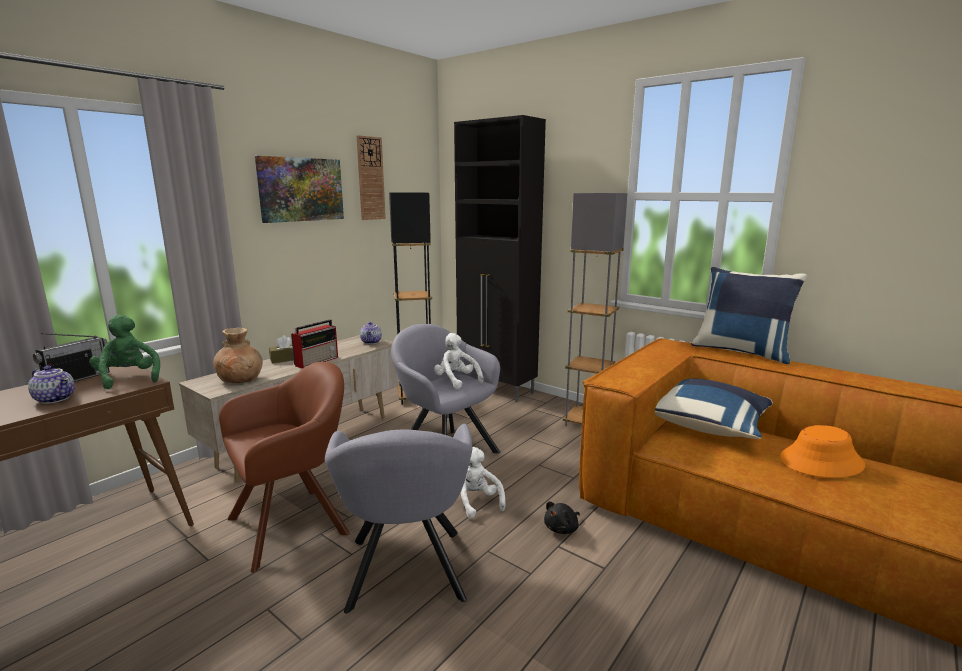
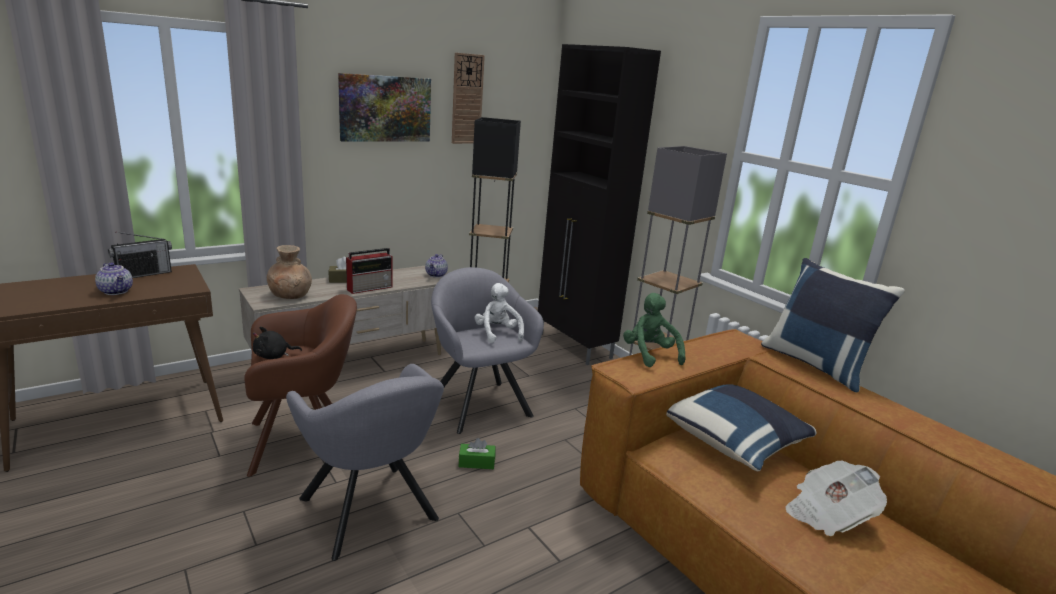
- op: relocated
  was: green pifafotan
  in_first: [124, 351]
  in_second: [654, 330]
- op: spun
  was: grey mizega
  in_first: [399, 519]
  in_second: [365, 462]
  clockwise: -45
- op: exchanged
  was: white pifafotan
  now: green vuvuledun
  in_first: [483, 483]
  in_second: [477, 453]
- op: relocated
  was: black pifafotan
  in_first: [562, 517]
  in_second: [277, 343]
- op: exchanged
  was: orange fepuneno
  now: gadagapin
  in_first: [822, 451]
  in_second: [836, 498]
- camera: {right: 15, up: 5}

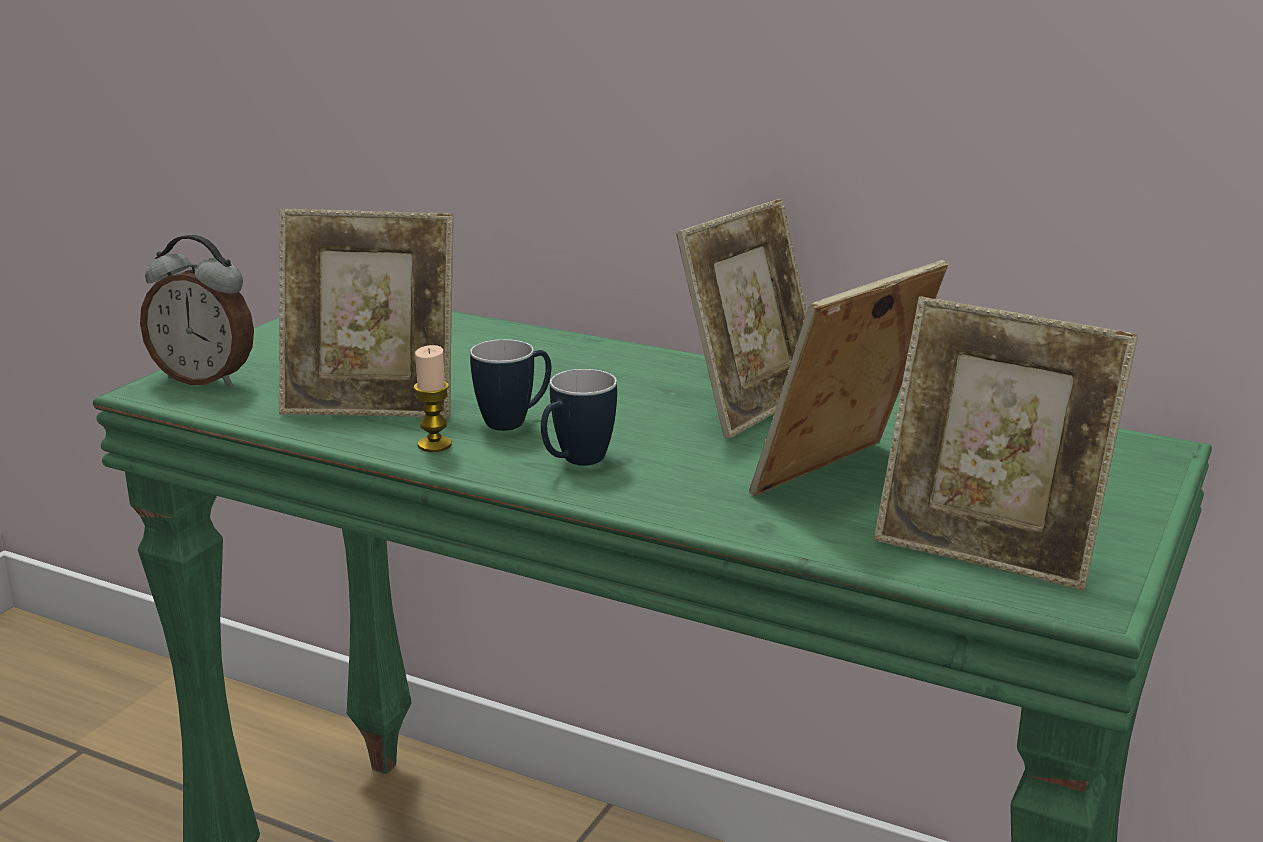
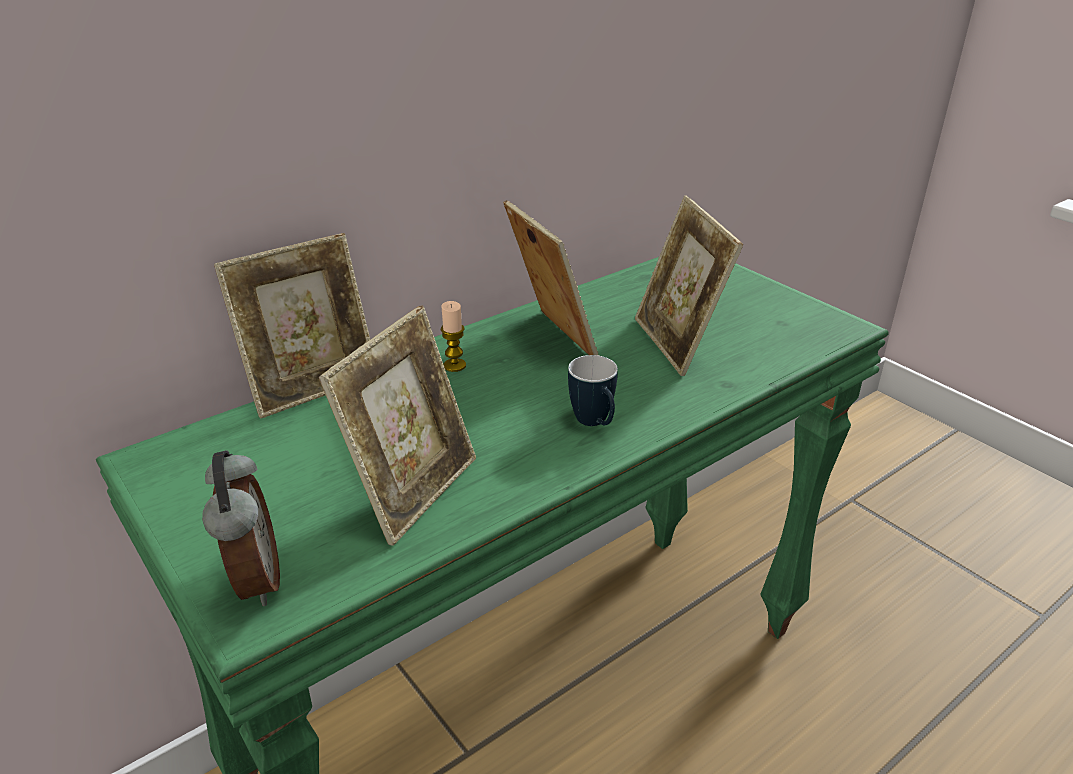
- op: spun
  was: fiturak
  in_first: [197, 311]
  in_second: [241, 528]
  clockwise: -60
- op: relocated
  was: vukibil
  in_first: [433, 398]
  in_second: [453, 336]
- op: missing
  was: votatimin
  in_first: [510, 385]
- op: relocated
  was: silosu
  in_first: [1006, 443]
  in_second: [292, 325]
- camera: {right: -65, up: 10}

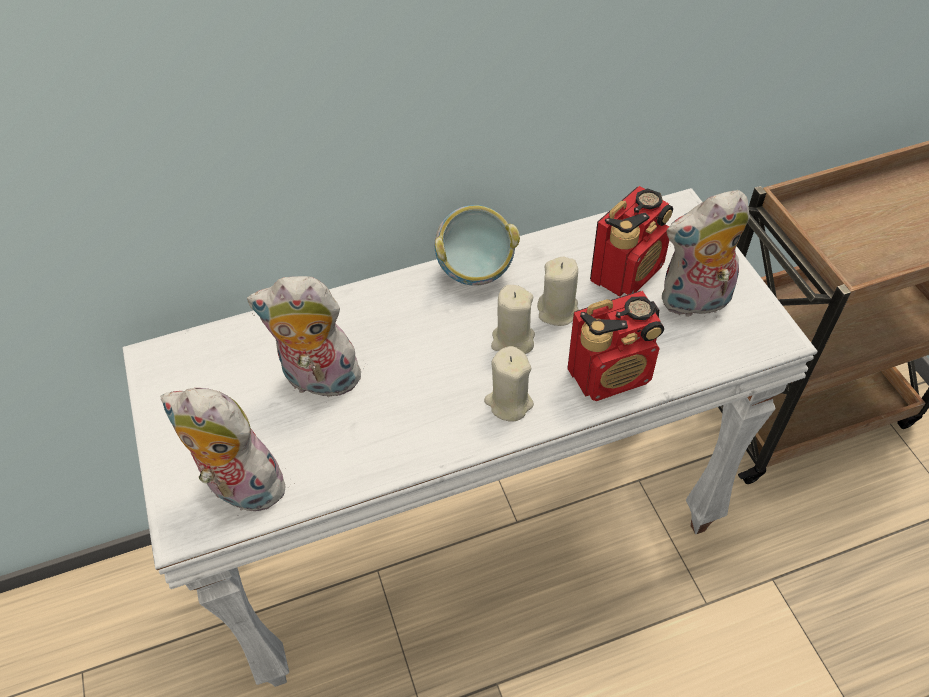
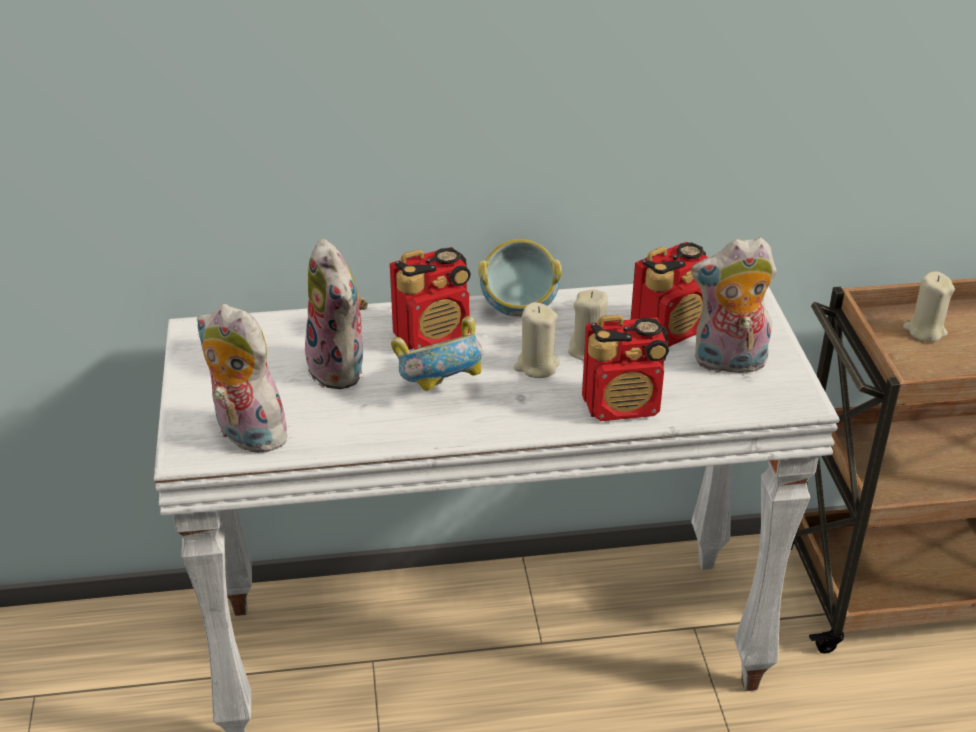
- op: spun
  was: pifafotan
  in_first: [307, 336]
  in_second: [335, 314]
  clockwise: -135
- op: relocated
  was: beige vukibil
  in_first: [509, 384]
  in_second: [929, 307]
- op: appeared
  now: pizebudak
  in_second: [430, 298]
- op: appeared
  now: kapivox
  in_second: [437, 353]
- camera: {right: 10, up: -15}

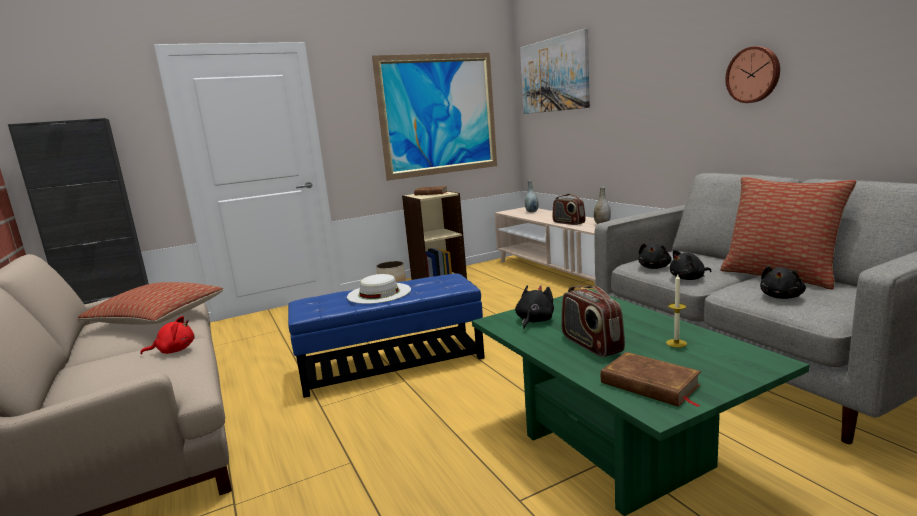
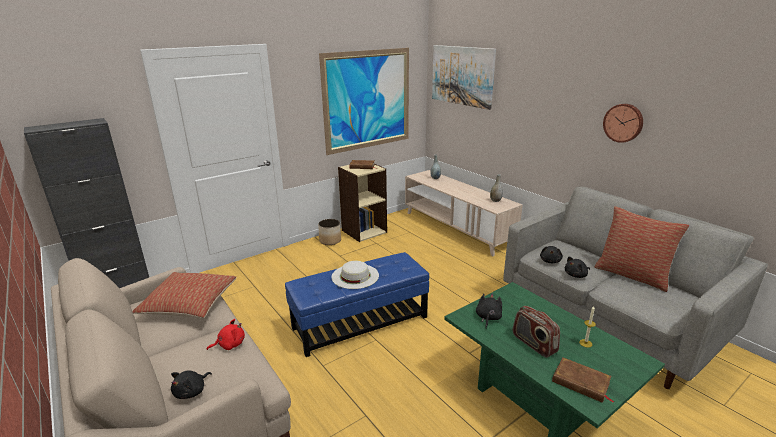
- op: missing
  was: pizebudak
  in_first: [569, 209]
- op: relocated
  was: black pifafotan
  in_first: [783, 282]
  in_second: [191, 384]
- camera: {right: -10, up: 10}

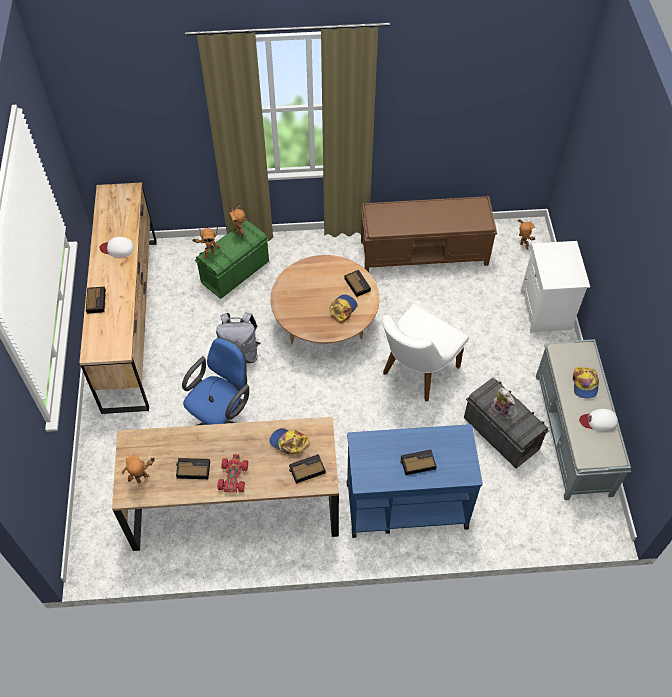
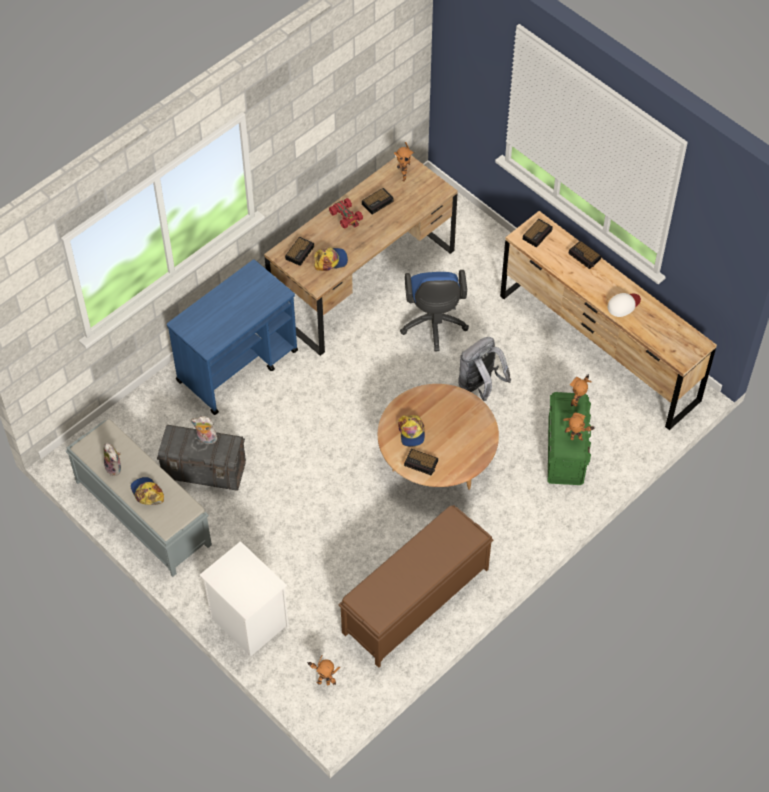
- op: missing
  was: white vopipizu
  in_first: [425, 352]
- op: relocated
  was: fiturak
  in_first: [418, 462]
  in_second: [538, 233]
- op: exchanged
  was: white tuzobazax
  now: pifafotan
  in_first: [598, 420]
  in_second: [112, 459]
- camera: {right: 140, up: 0}

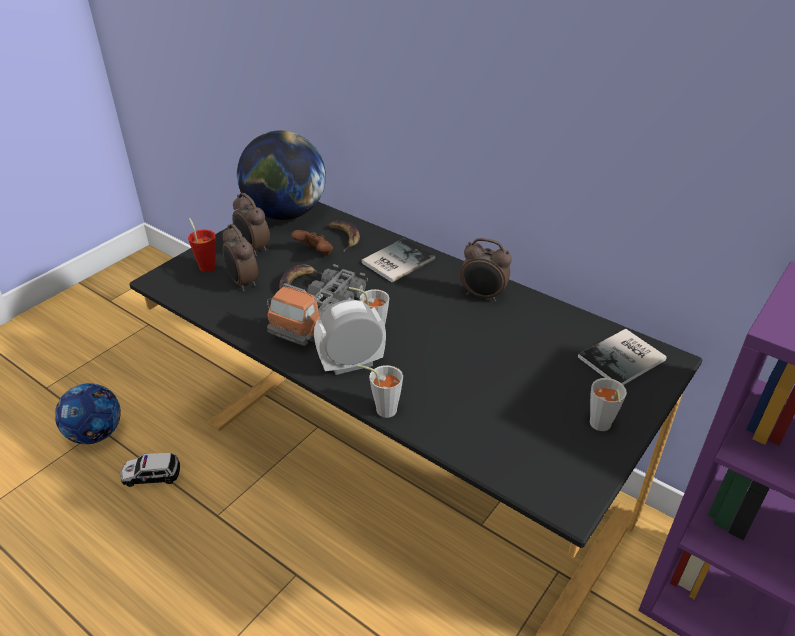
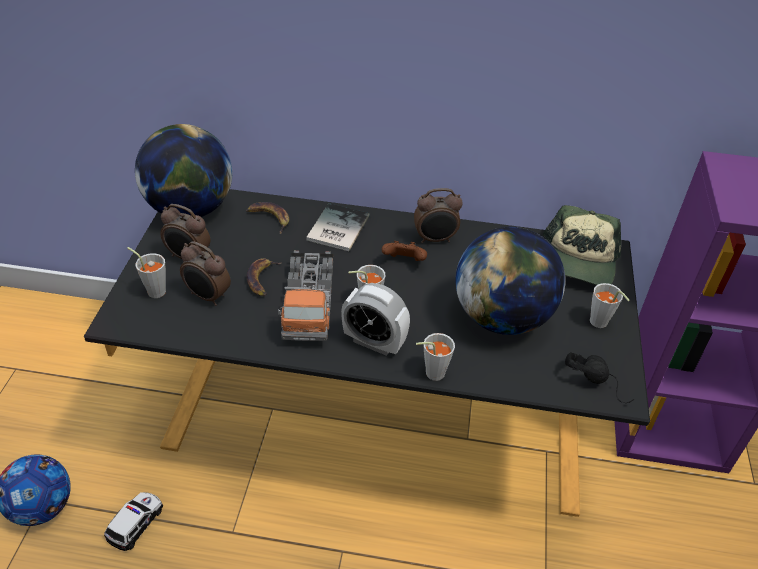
- op: spun
  was: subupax
  in_first: [150, 470]
  in_second: [133, 521]
  clockwise: 150
- op: colour
  was: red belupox
  now: grey belupox
  in_first: [202, 245]
  in_second: [146, 272]
- op: relocated
  was: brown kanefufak
  in_first: [312, 242]
  in_second: [404, 251]
- op: spun
  was: fiturak
  in_first: [350, 337]
  in_second: [375, 319]
  clockwise: -105
- op: exchanged
  was: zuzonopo
  now: tuzobazax
  in_first: [622, 357]
  in_second: [582, 245]
- op: appeared
  now: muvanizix
  in_second: [510, 281]
- op: appeared
  now: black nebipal
  in_second: [599, 377]
- camera: {right: -30, up: 5}

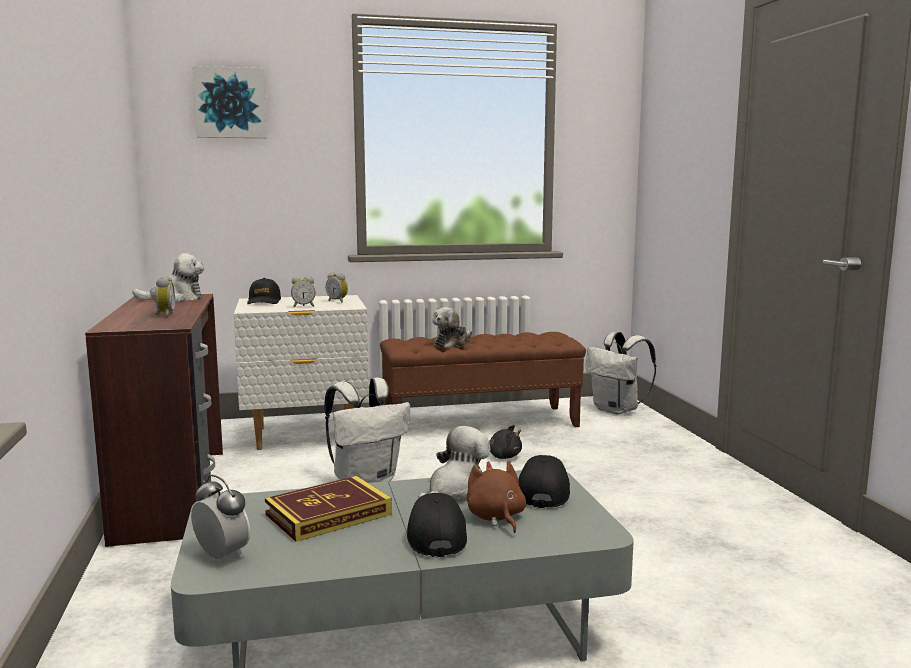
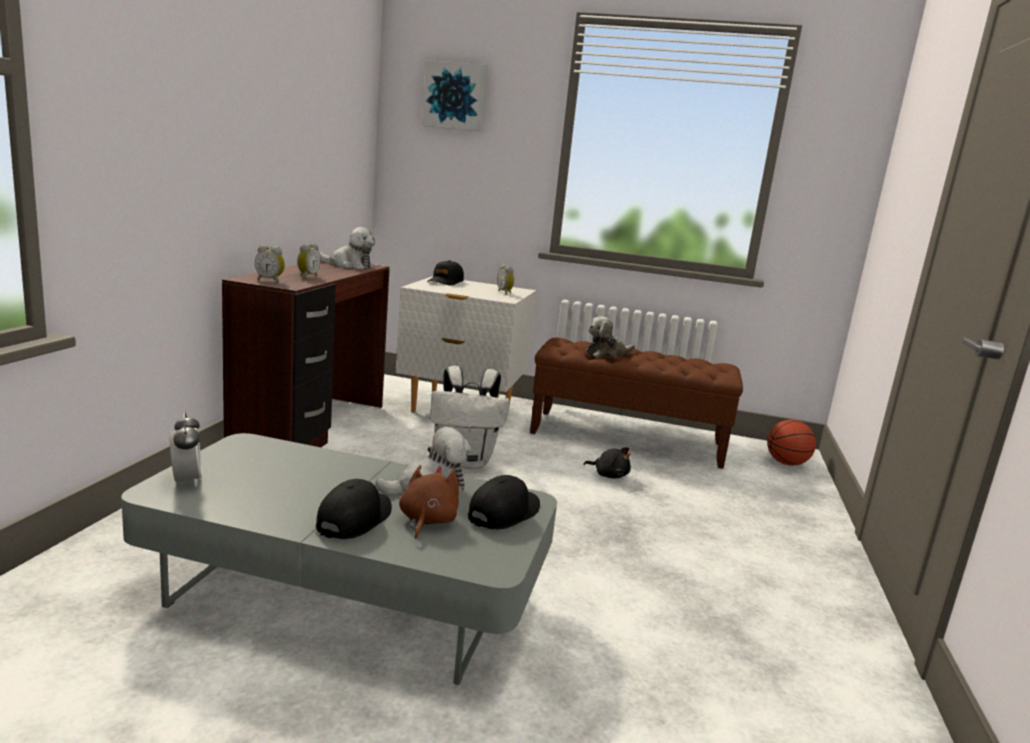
- op: missing
  was: zuzonopo
  in_first: [328, 509]
- op: relocated
  was: fiturak
  in_first: [303, 291]
  in_second: [270, 263]
- op: exchanged
  was: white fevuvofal
  now: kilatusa
  in_first: [620, 373]
  in_second: [791, 443]
- camera: {right: 25, up: 5}

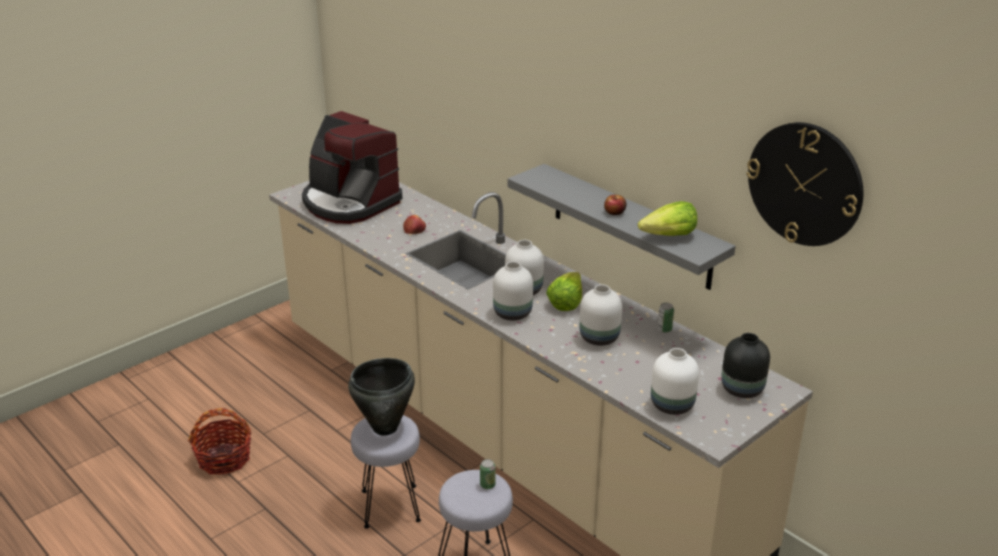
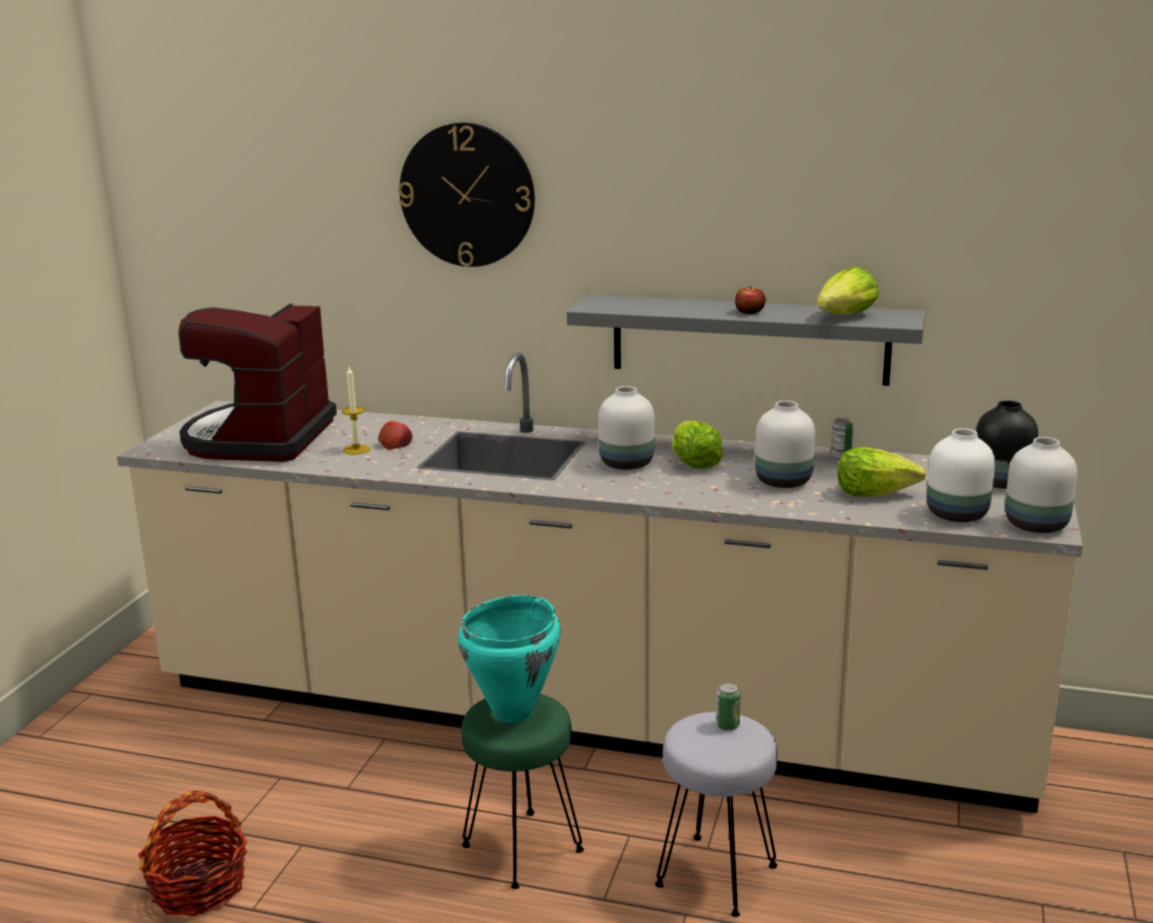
- op: spun
  was: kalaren
  in_first: [352, 167]
  in_second: [257, 383]
  clockwise: 90
- op: colour
  was: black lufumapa
  now: turquoise lufumapa
  in_first: [381, 397]
  in_second: [509, 658]
- op: colour
  was: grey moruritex
  now: green moruritex
  in_first: [386, 472]
  in_second: [522, 791]
- op: relocated
  was: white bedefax
  in_first: [513, 291]
  in_second: [1041, 485]
- op: relocated
  was: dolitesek
  in_first: [804, 184]
  in_second: [466, 195]
- op: appeared
  now: vukibil
  in_second: [355, 410]
- op: appeared
  now: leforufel
  in_second: [882, 472]
- camera: {right: -30, up: -10}

